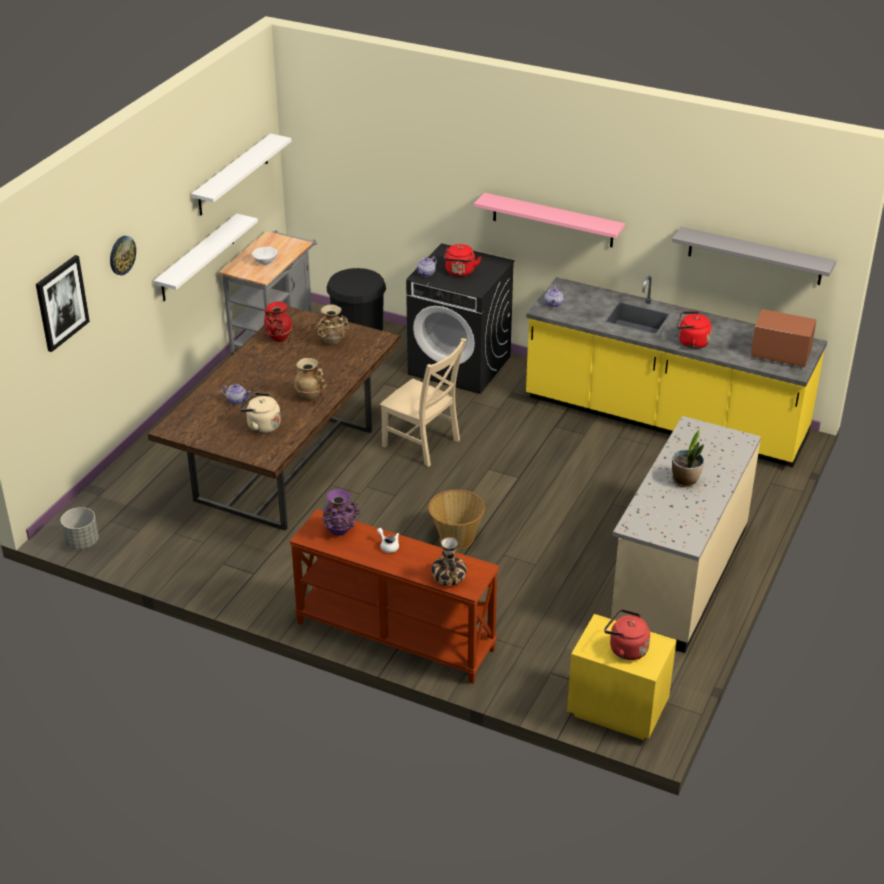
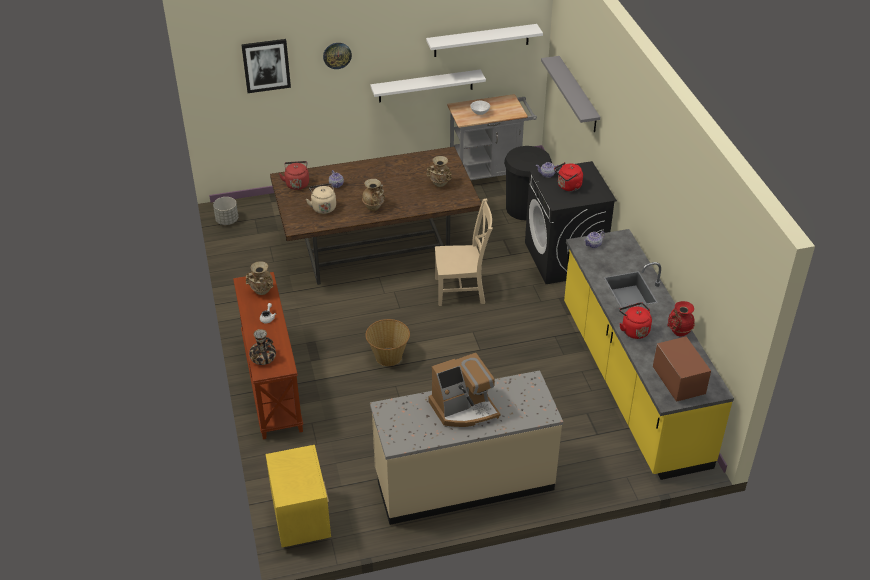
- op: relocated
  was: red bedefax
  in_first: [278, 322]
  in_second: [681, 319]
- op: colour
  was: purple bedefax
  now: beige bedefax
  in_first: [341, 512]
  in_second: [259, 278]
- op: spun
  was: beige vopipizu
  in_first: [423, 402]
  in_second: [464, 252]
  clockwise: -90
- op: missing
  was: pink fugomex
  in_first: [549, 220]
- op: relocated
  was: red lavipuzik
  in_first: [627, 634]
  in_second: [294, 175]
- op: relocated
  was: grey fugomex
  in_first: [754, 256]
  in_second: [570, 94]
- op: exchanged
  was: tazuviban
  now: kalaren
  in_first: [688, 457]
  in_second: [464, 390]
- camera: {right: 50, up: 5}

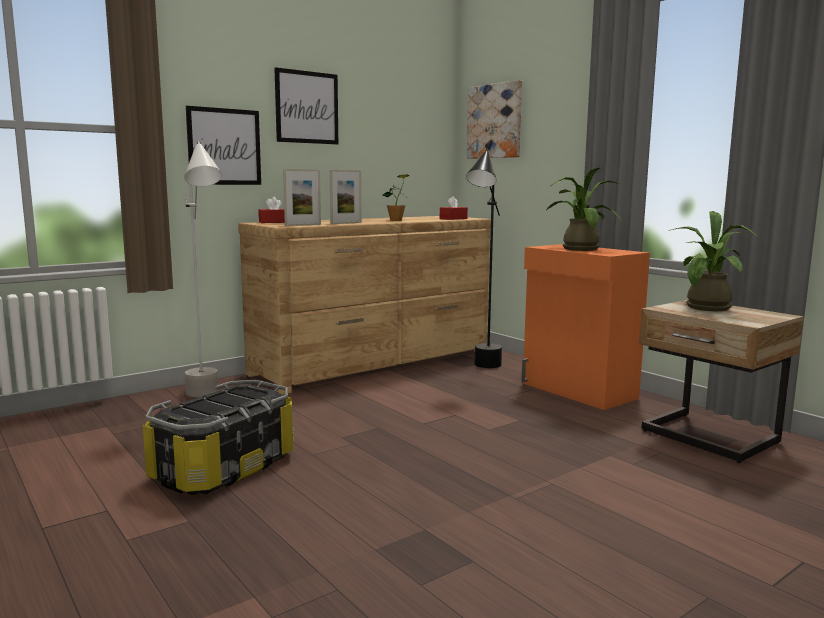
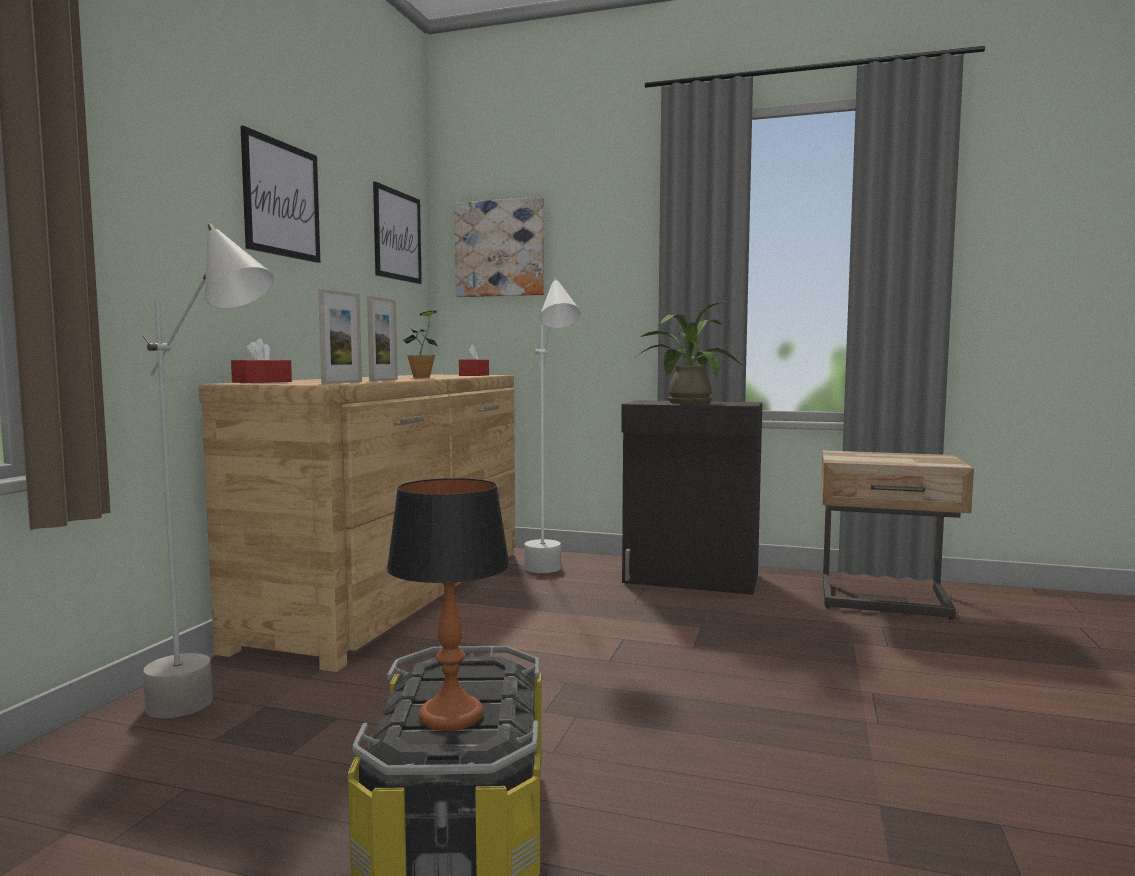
- op: relocated
  was: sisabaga
  in_first: [223, 145]
  in_second: [397, 233]
- op: colour
  was: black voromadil
  now: white voromadil
  in_first: [484, 258]
  in_second: [552, 425]
- op: colour
  was: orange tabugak
  now: black tabugak
  in_first: [585, 327]
  in_second: [691, 497]
- op: missing
  was: tazuviban
  in_first: [713, 261]
- op: appeared
  now: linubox
  in_second: [448, 604]
- camera: {right: -35, up: -5}

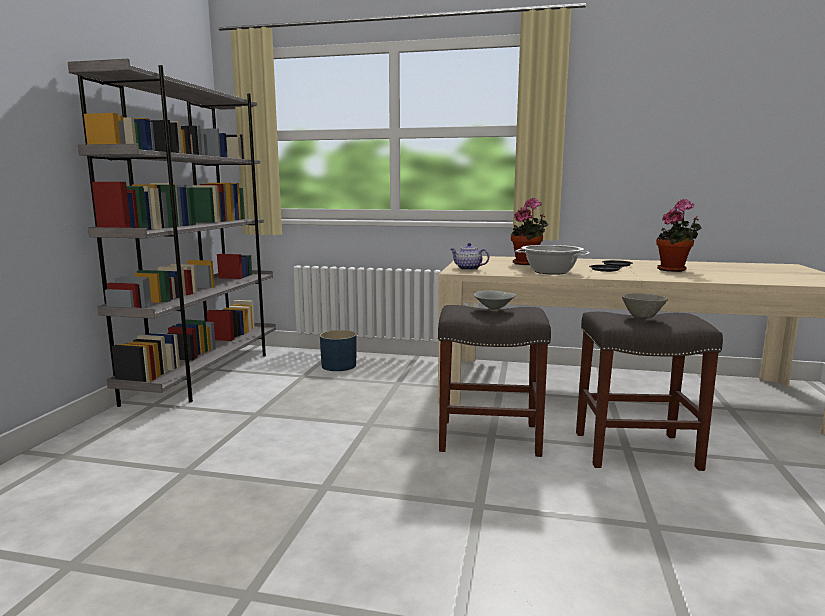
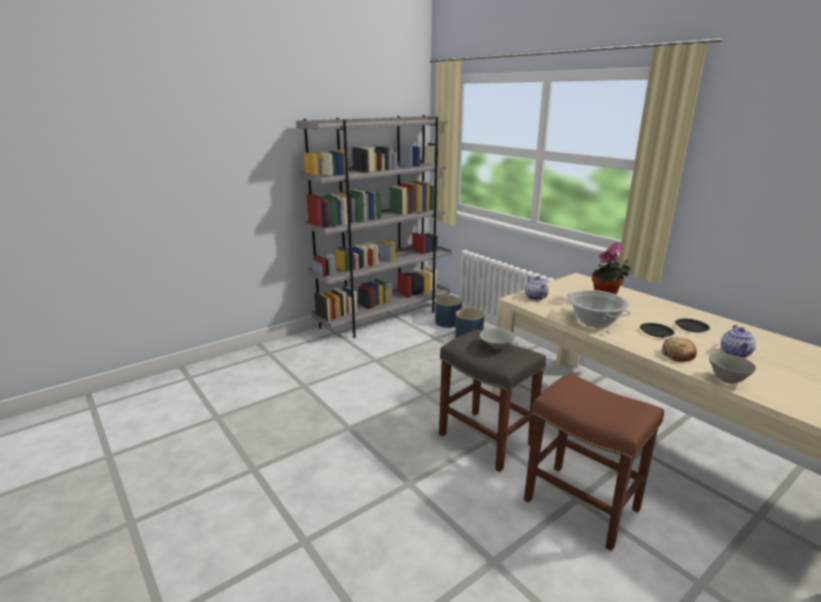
- op: colour
  was: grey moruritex
  now: brown moruritex
  in_first: [649, 391]
  in_second: [594, 462]
- op: relocated
  was: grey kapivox
  in_first: [645, 306]
  in_second: [732, 368]
- op: exchanged
  was: tazuviban
  now: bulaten
  in_first: [679, 235]
  in_second: [738, 341]
- op: appeared
  now: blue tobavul
  in_second: [448, 311]
- op: appeared
  now: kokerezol
  in_second: [679, 349]
- camera: {right: 40, up: 10}

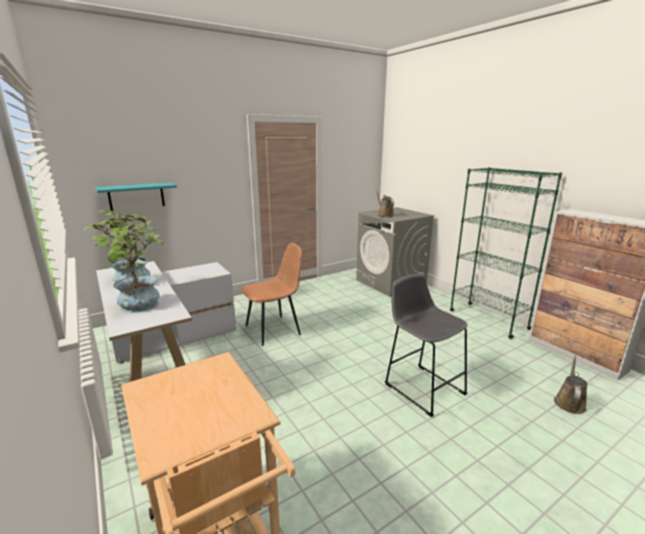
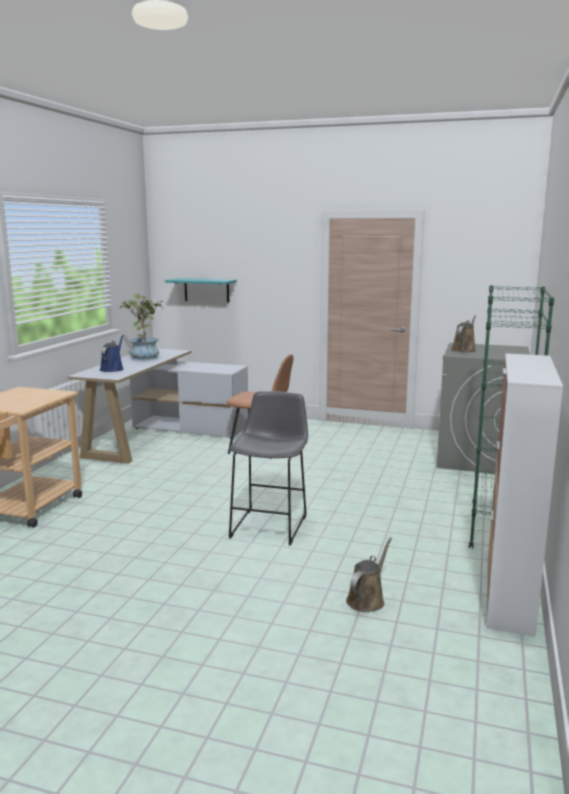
- op: exchanged
  was: tazuviban
  now: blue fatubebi
  in_first: [128, 267]
  in_second: [112, 353]
- op: spun
  was: brown fatubebi
  in_first: [570, 384]
  in_second: [369, 574]
  clockwise: -45
- camera: {right: 50, up: -5}

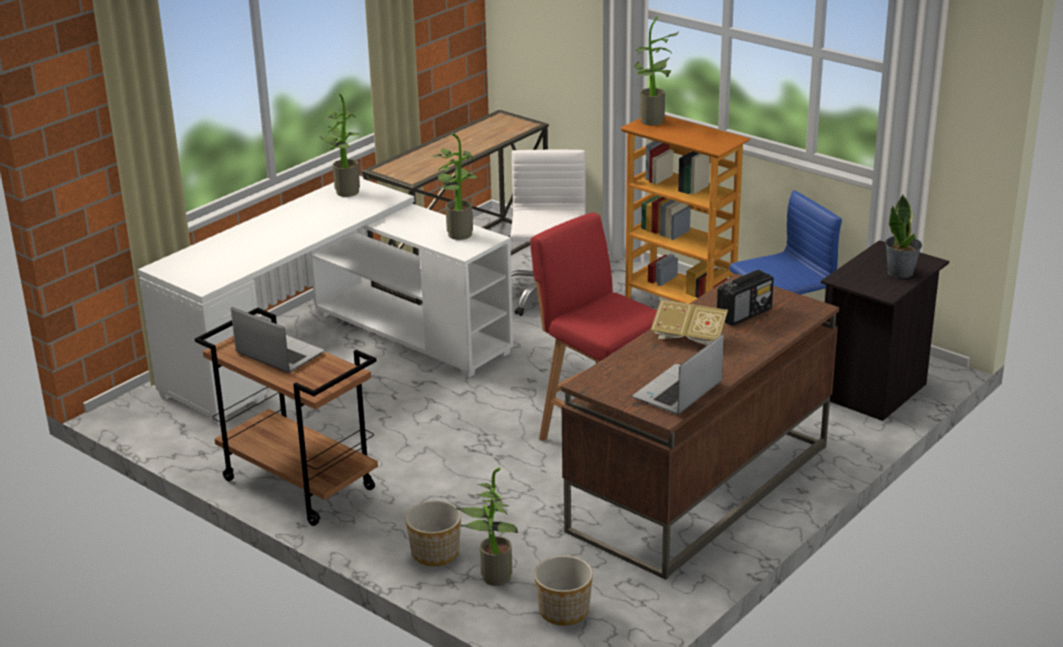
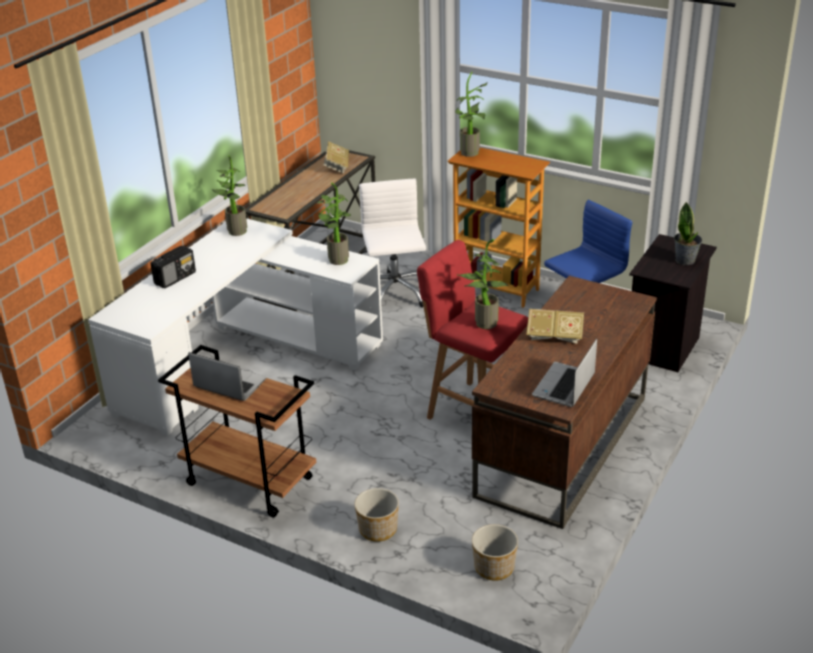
- op: relocated
  was: tazuviban
  in_first: [487, 527]
  in_second: [483, 284]
- op: relocated
  was: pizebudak
  in_first: [745, 298]
  in_second: [173, 267]
- op: appeared
  now: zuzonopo
  in_second: [336, 157]
- camera: {right: -10, up: 5}

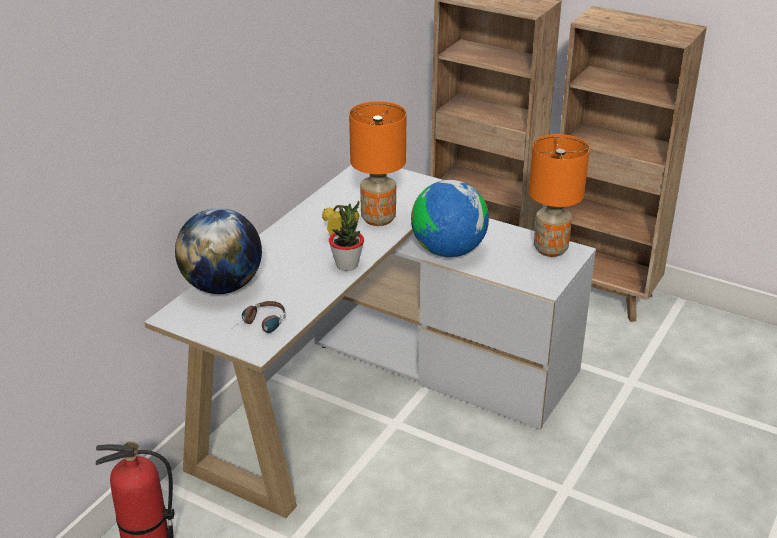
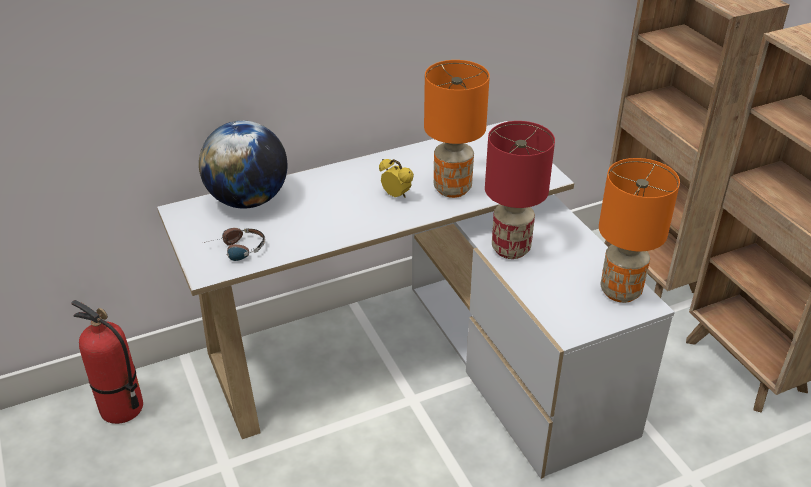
- op: missing
  was: tazuviban
  in_first: [346, 236]
- op: exchanged
  was: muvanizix
  now: red linubox
  in_first: [450, 219]
  in_second: [520, 190]
- camera: {right: 35, up: 5}

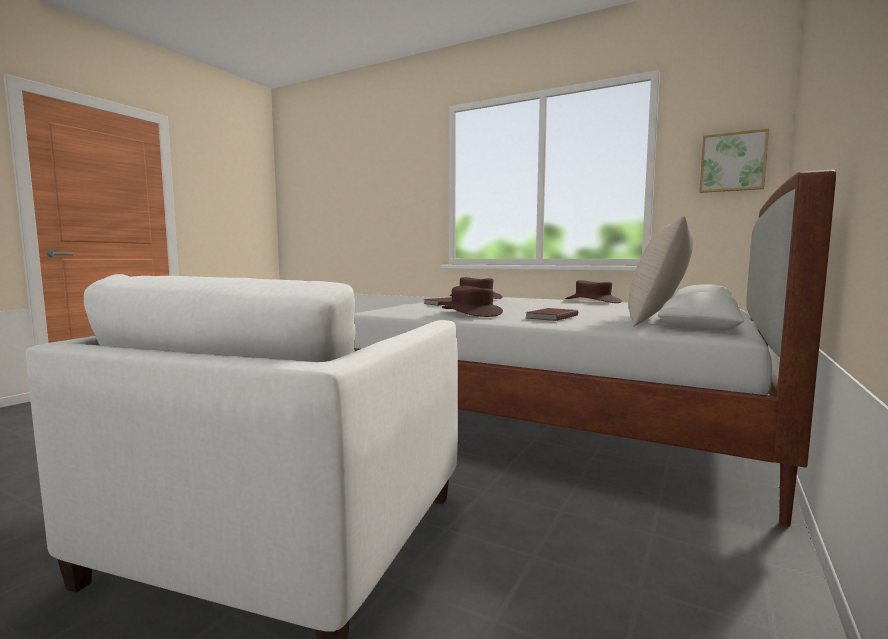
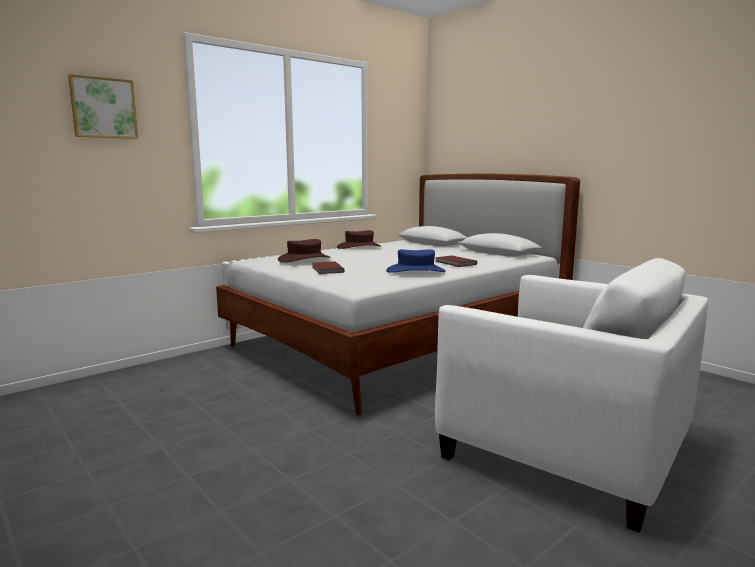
- op: colour
  was: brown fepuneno
  now: blue fepuneno
  in_first: [472, 301]
  in_second: [416, 261]
- op: missing
  was: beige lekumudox
  in_first: [660, 271]
- op: relocated
  was: sisabaga
  in_first: [734, 161]
  in_second: [103, 106]
- camera: {right: -70, up: 5}

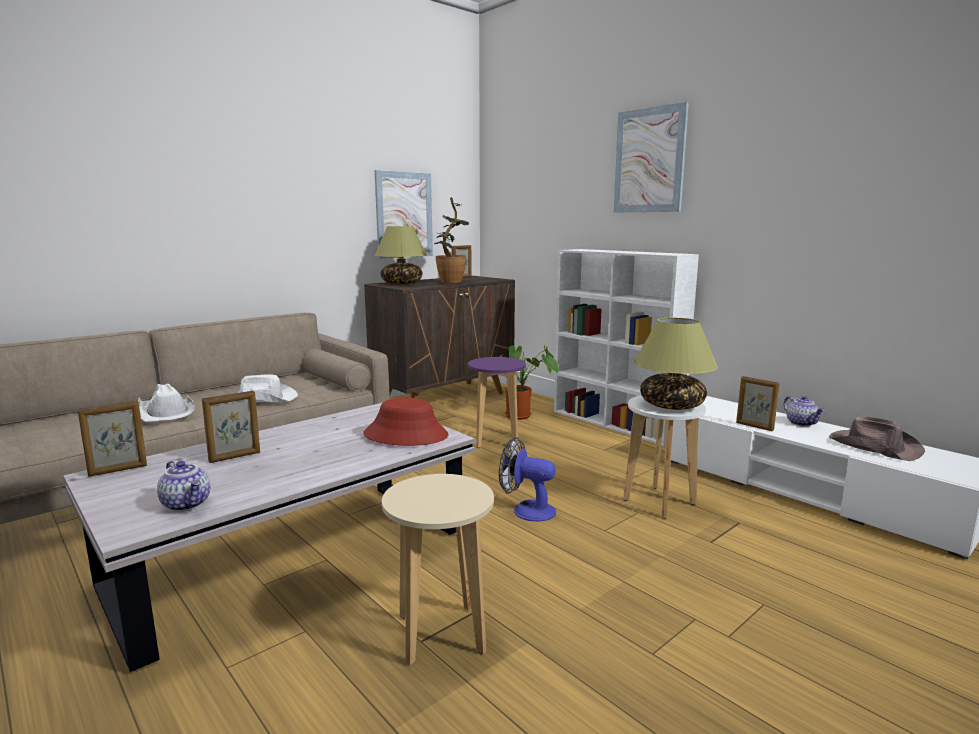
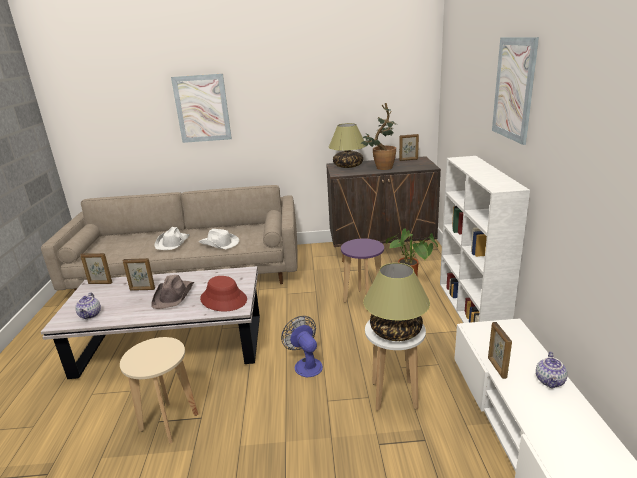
- op: relocated
  was: sisabaga
  in_first: [404, 214]
  in_second: [201, 108]
- op: relocated
  was: brown fepuneno
  in_first: [877, 438]
  in_second: [172, 292]
- camera: {right: 40, up: 10}

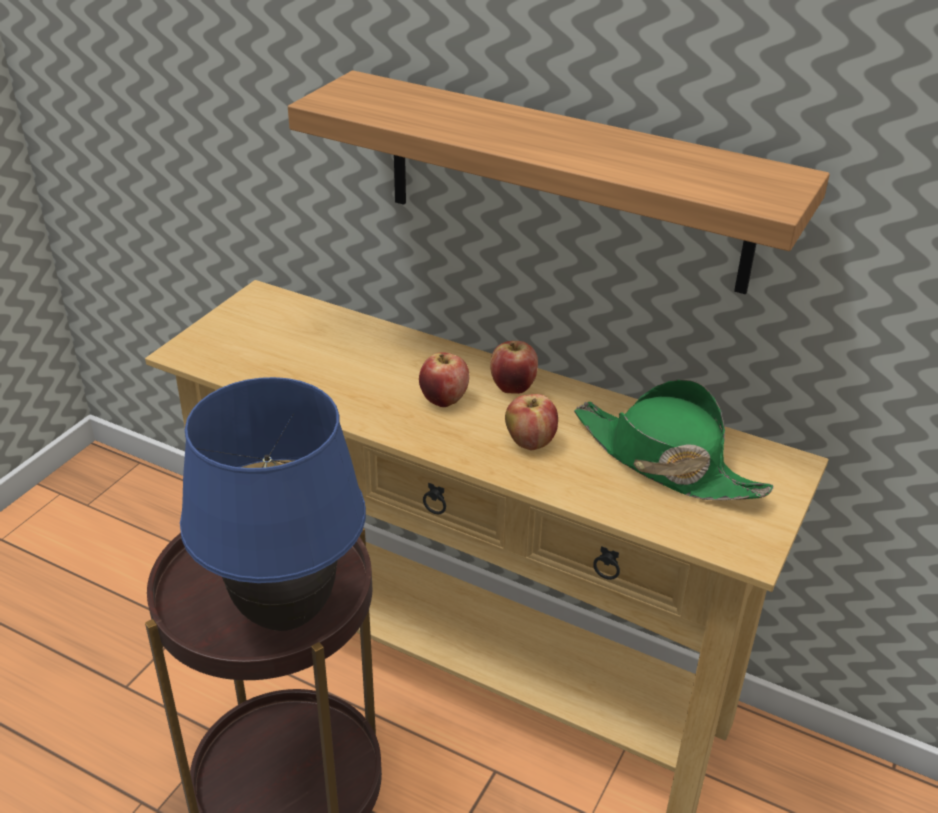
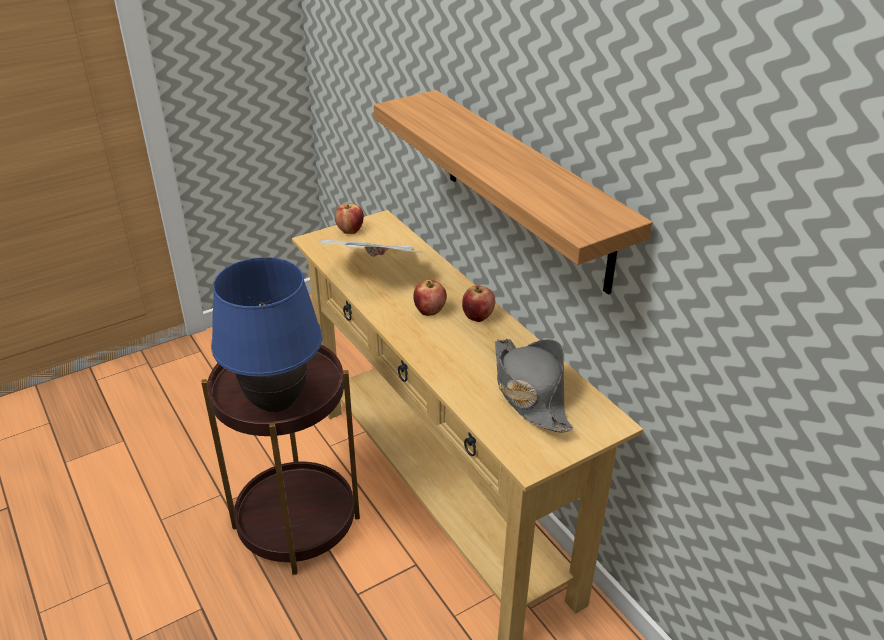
- op: relocated
  was: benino
  in_first: [531, 422]
  in_second: [349, 218]
- op: colour
  was: green fepuneno
  now: grey fepuneno
  in_first: [674, 439]
  in_second: [534, 386]
- op: appeared
  now: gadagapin
  in_second: [371, 248]
- camera: {right: 30, up: 0}

